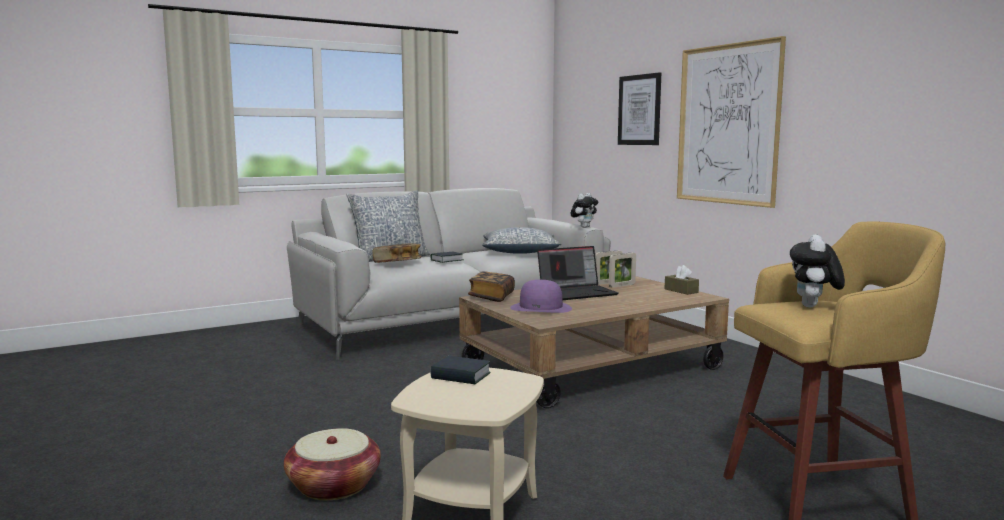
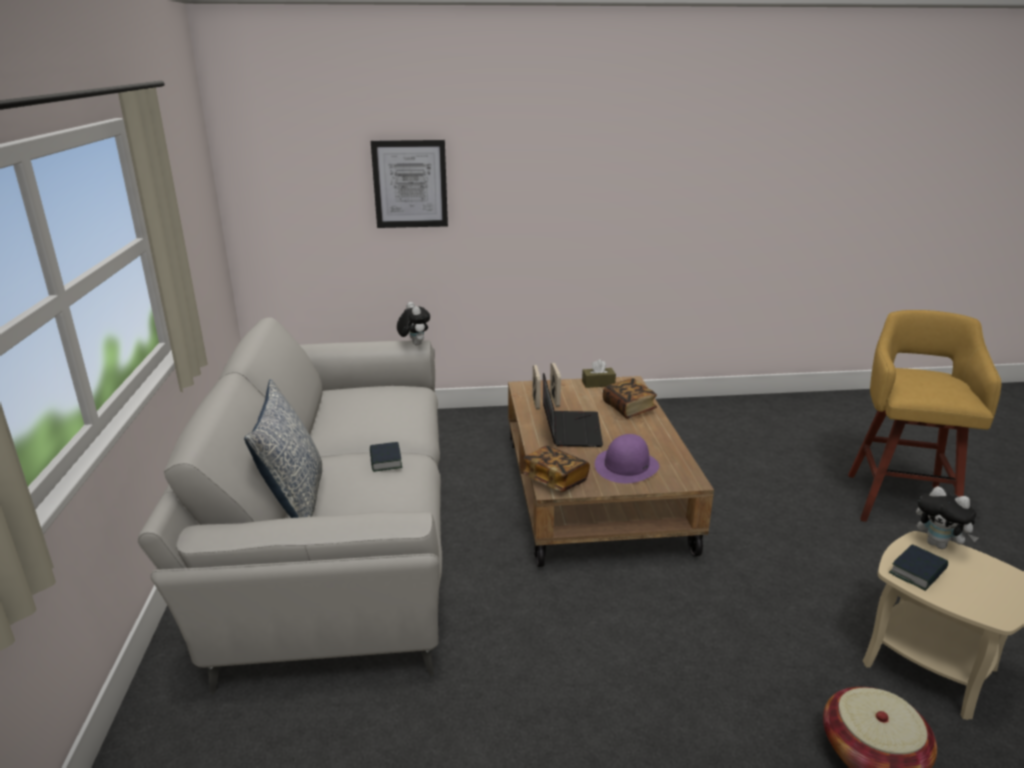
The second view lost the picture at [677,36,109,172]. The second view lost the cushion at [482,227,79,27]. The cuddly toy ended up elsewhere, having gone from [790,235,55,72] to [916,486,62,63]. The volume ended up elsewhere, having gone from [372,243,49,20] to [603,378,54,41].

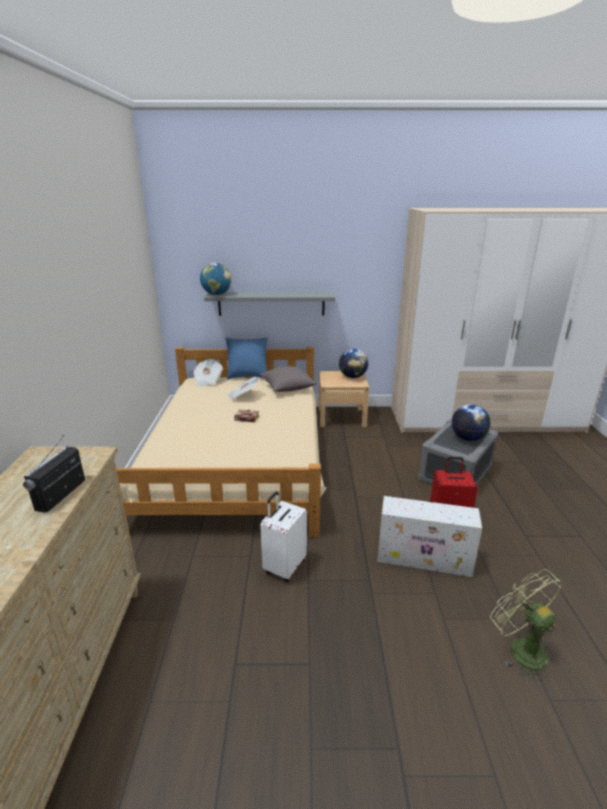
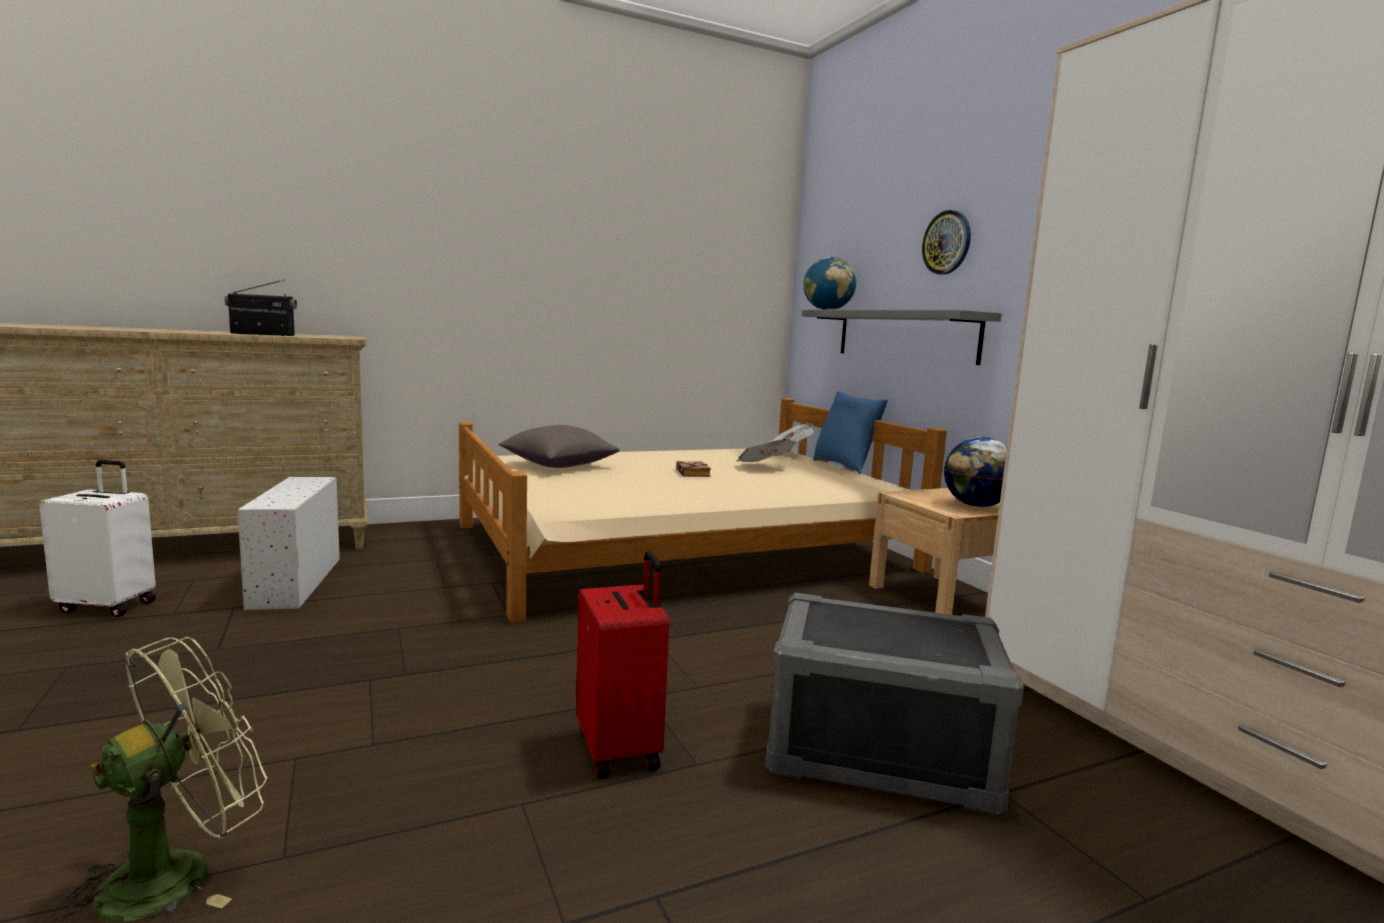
The grey cushion ended up elsewhere, having gone from [259,366,58,26] to [498,425,122,43]. The second view lost the world globe at [452,404,39,37]. The white piece of luggage ended up elsewhere, having gone from [260,491,47,91] to [39,460,117,157]. The white storage container ended up elsewhere, having gone from [377,496,105,81] to [238,477,102,133]. The second view gained the wall clock at [922,210,49,65].

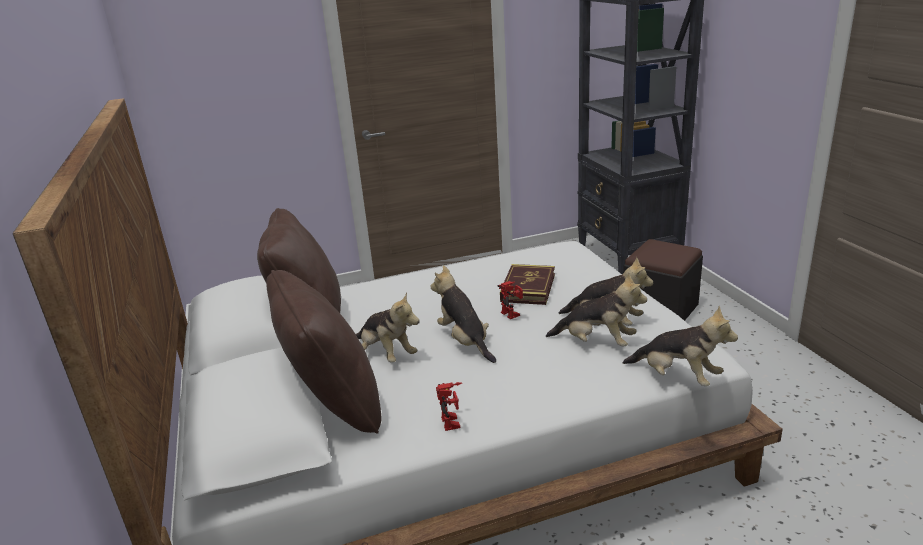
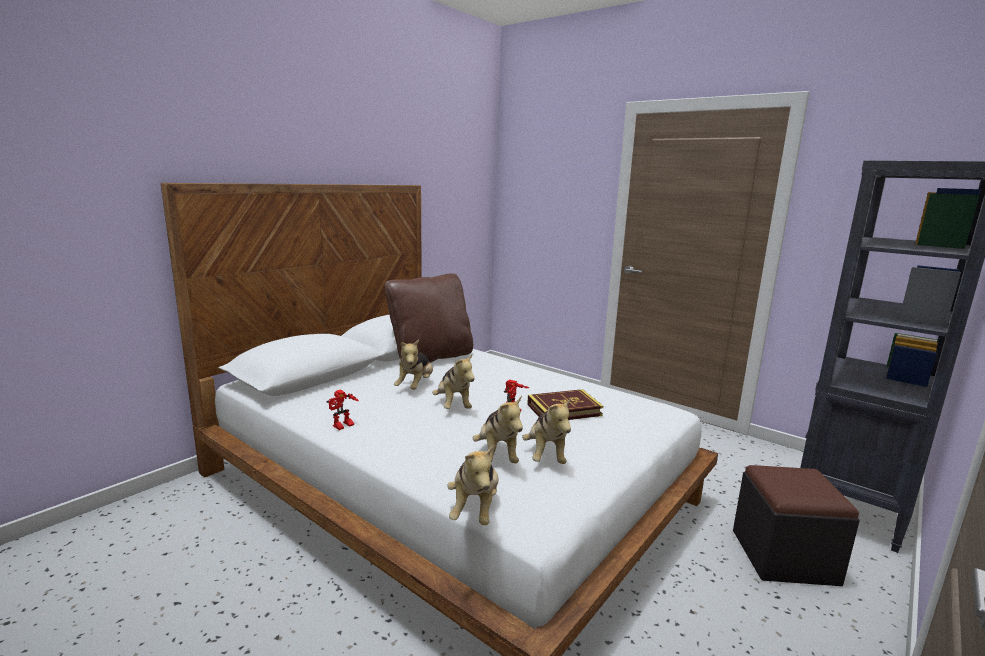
The cuddly toy at [430,265,66,98] ended up facing another way, 135 degrees clockwise from before. The second view lost the brownish cushion at [266,270,115,164].

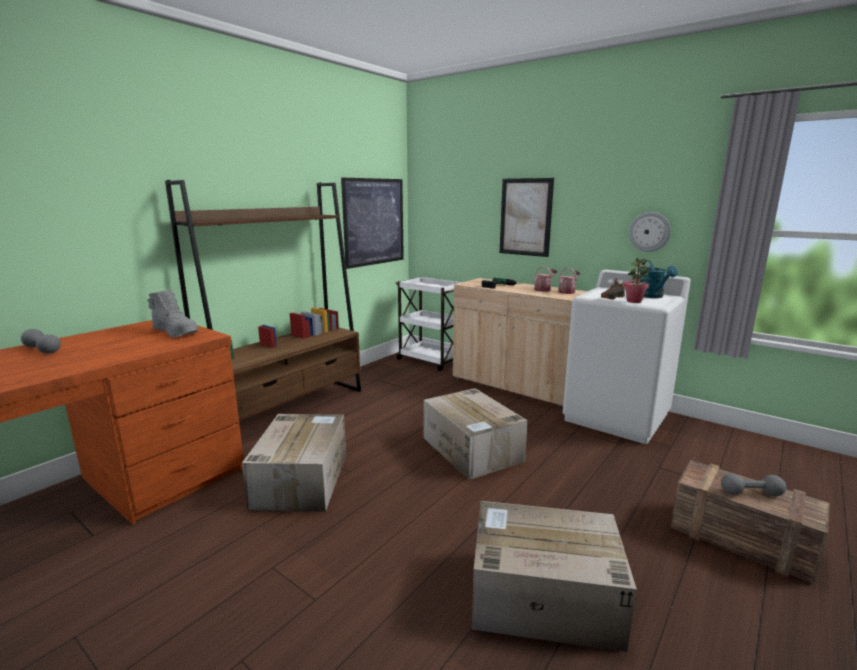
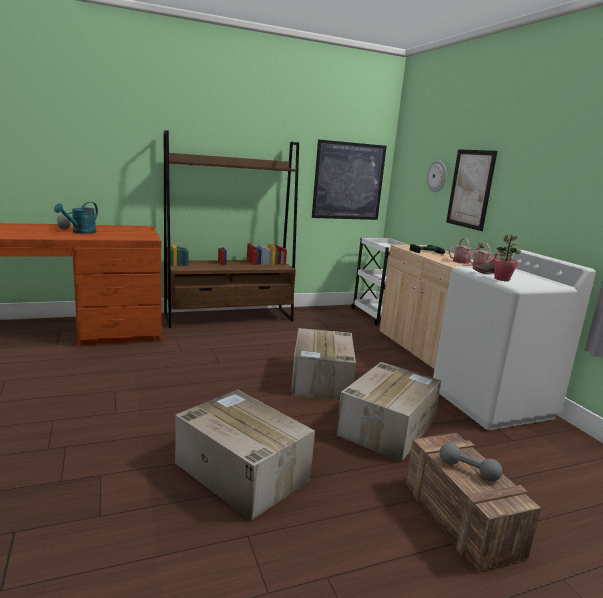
The wall clock ended up elsewhere, having gone from [629,212,42,40] to [427,160,19,32]. The turquoise-coloured sprinkling can ended up elsewhere, having gone from [639,260,39,38] to [54,202,44,32]. The second view lost the grey tall boot at [147,289,51,49]. The carton ended up elsewhere, having gone from [242,414,104,98] to [336,362,105,100].

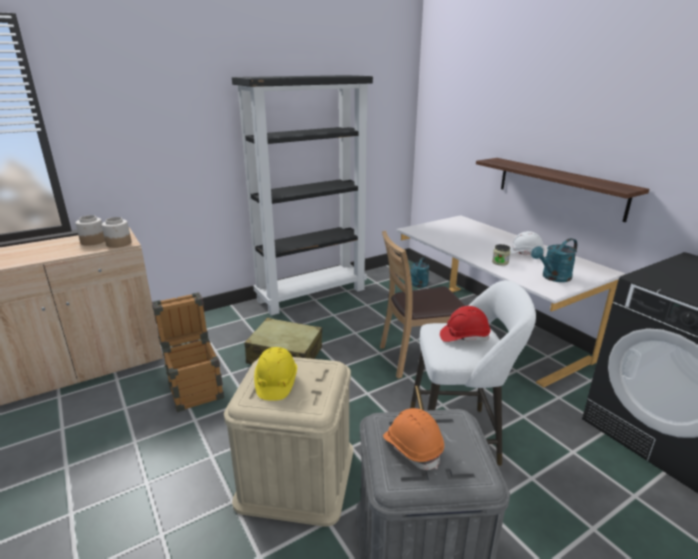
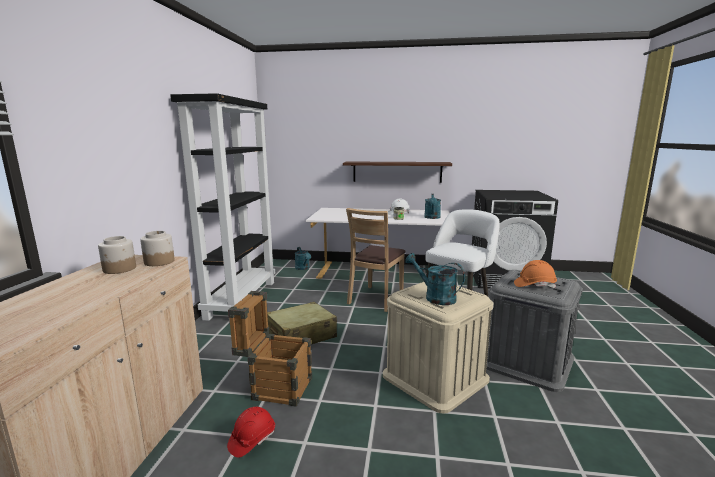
The red hard hat ended up elsewhere, having gone from [440,306,51,36] to [227,406,48,52]. Where the yellow-coloured hard hat stood at [254,347,43,54], the turquoise-coloured sprinkling can came to stand at [405,253,60,52].

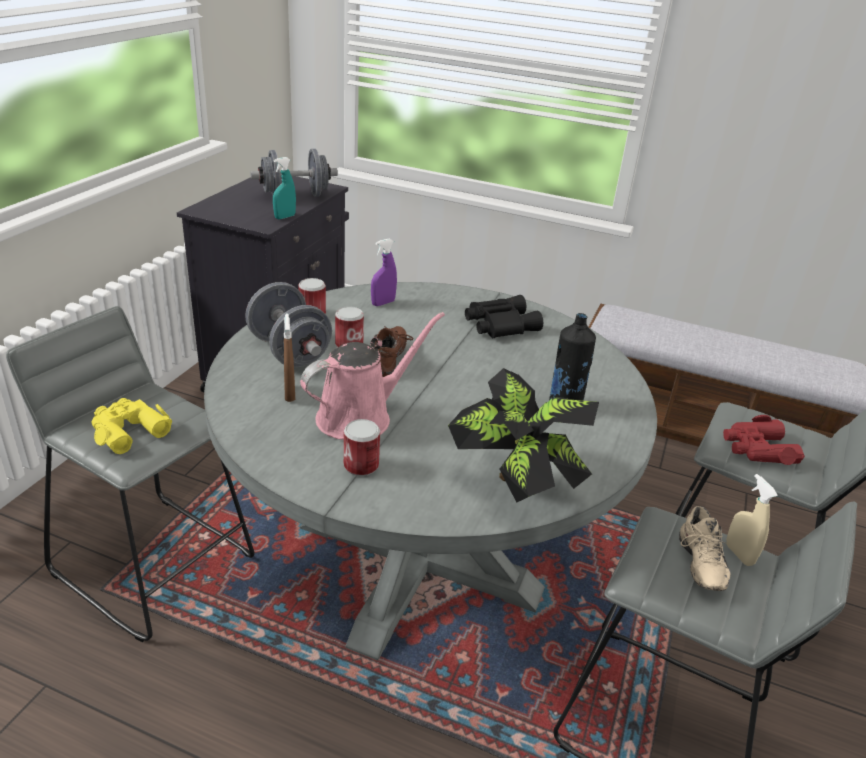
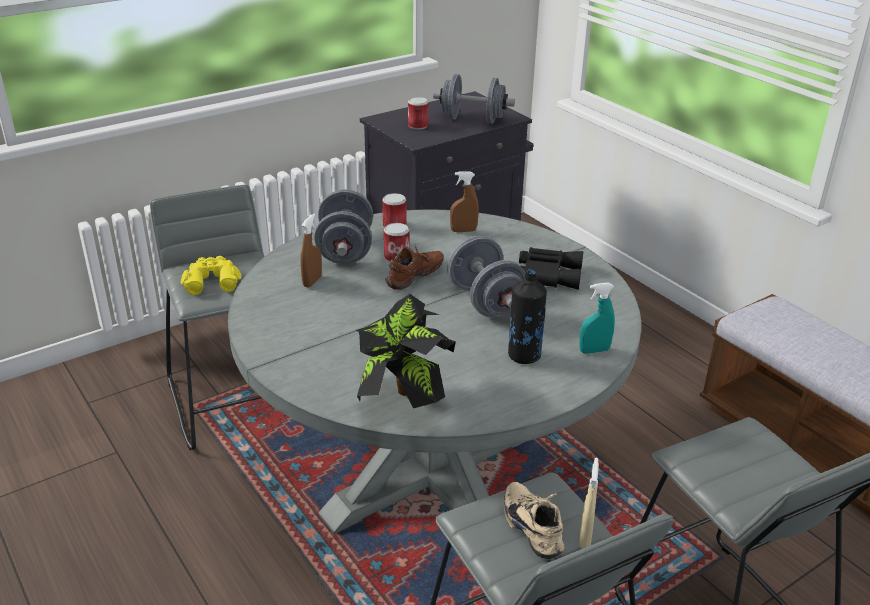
The turquoise-coloured spray bottle ended up elsewhere, having gone from [273,157,23,62] to [579,282,36,72]. What was the purple spray bottle at [371,239,26,67] turned into the brownish spray bottle at [450,171,29,61]. The second view lost the pink-coloured sprinkling can at [300,312,145,128]. The second view lost the red field glasses at [723,415,82,50]. The metal can ended up elsewhere, having gone from [344,419,36,57] to [408,97,20,33]. The beige low shoe at [679,506,52,85] ended up facing another way, 120 degrees clockwise from before. The second view gained the grey free weight at [447,236,79,81].

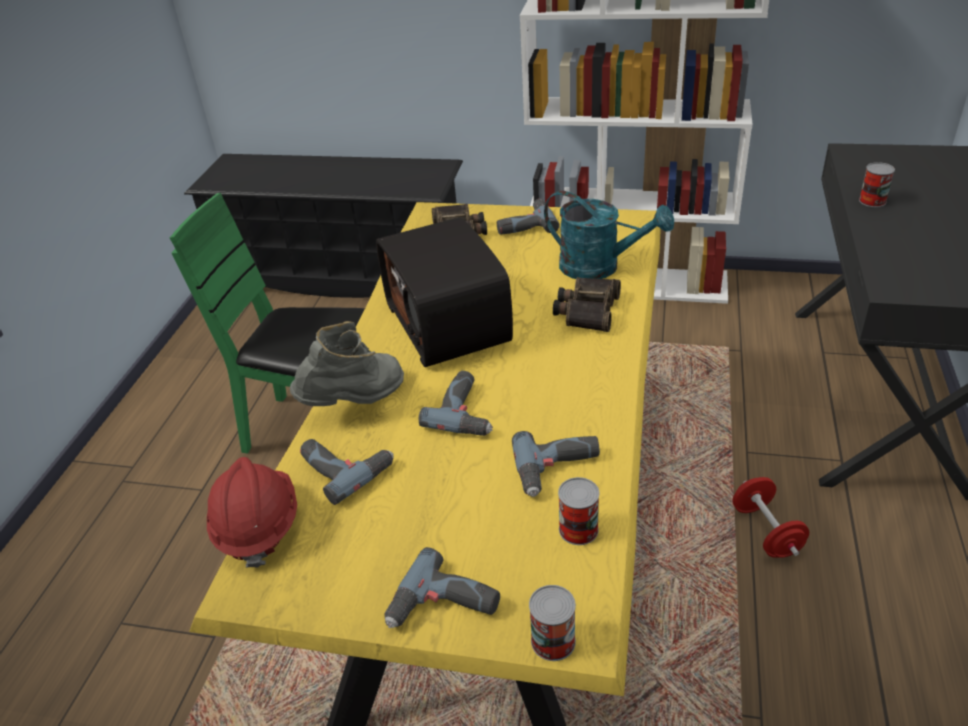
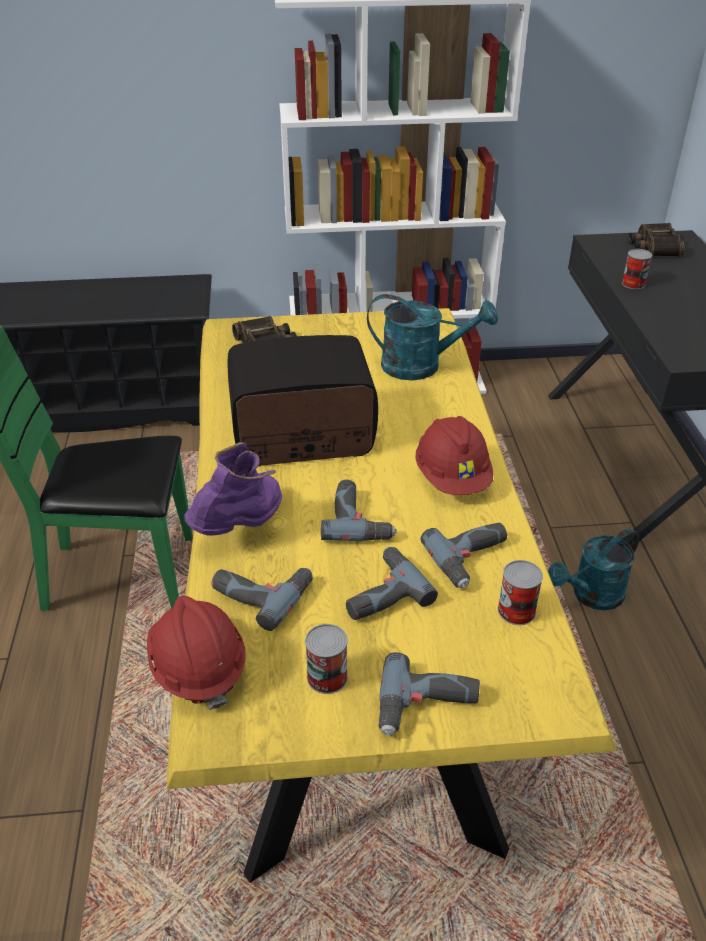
The electric drill ended up elsewhere, having gone from [497,199,63,36] to [346,547,92,73]. The radio set at [376,217,137,150] ended up facing another way, 120 degrees clockwise from before. The field glasses ended up elsewhere, having gone from [553,277,68,55] to [629,223,55,34]. What was the grey tall boot at [290,321,114,85] turned into the purple tall boot at [184,442,98,94]. Where the red free weight stood at [732,477,77,81], the turquoise-coloured sprinkling can came to stand at [548,528,91,82]. The metal can ended up elsewhere, having gone from [529,585,47,76] to [305,624,43,70]. The second view gained the red hard hat at [415,416,78,79].

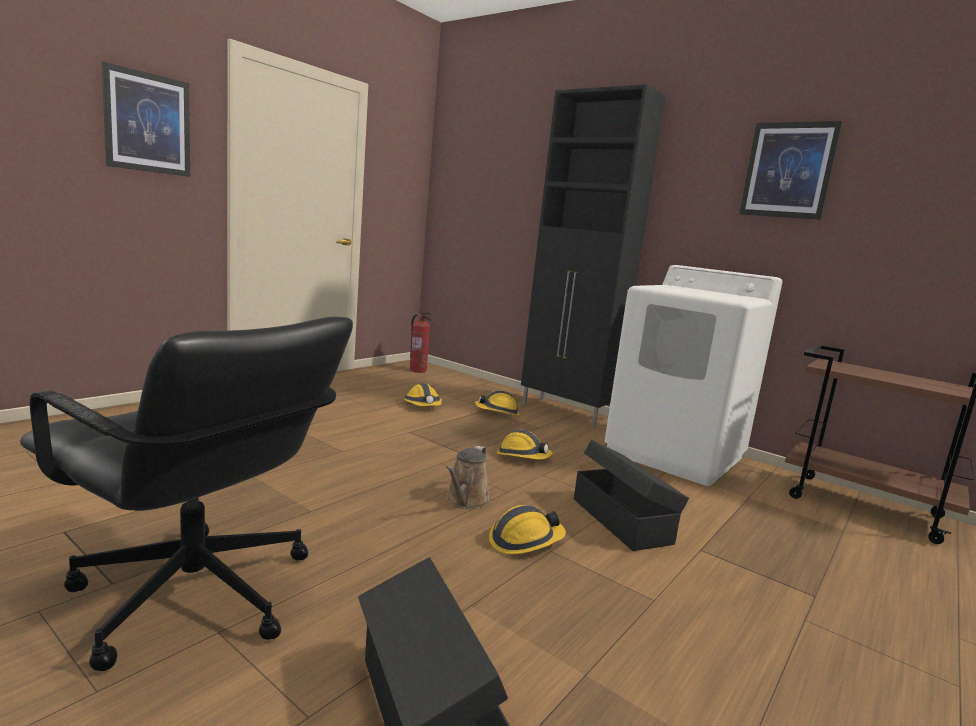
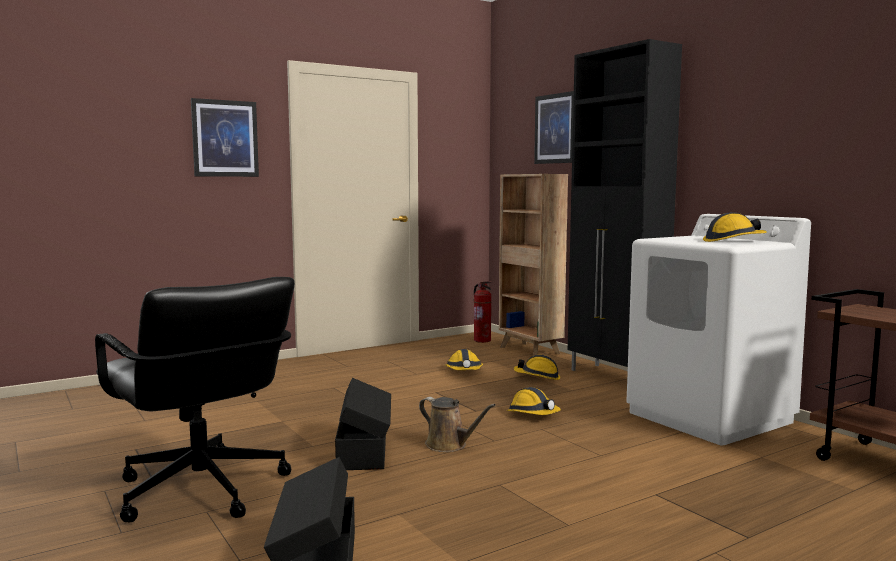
The picture ended up elsewhere, having gone from [739,121,104,99] to [534,91,40,73]. The blackish storage container ended up elsewhere, having gone from [574,440,115,111] to [335,378,56,92]. The brownish sprinkling can at [446,446,45,63] ended up facing another way, 90 degrees counterclockwise from before. The hard hat ended up elsewhere, having gone from [489,505,77,49] to [703,212,64,30]. The second view gained the brownish bookshelf at [499,174,69,182].

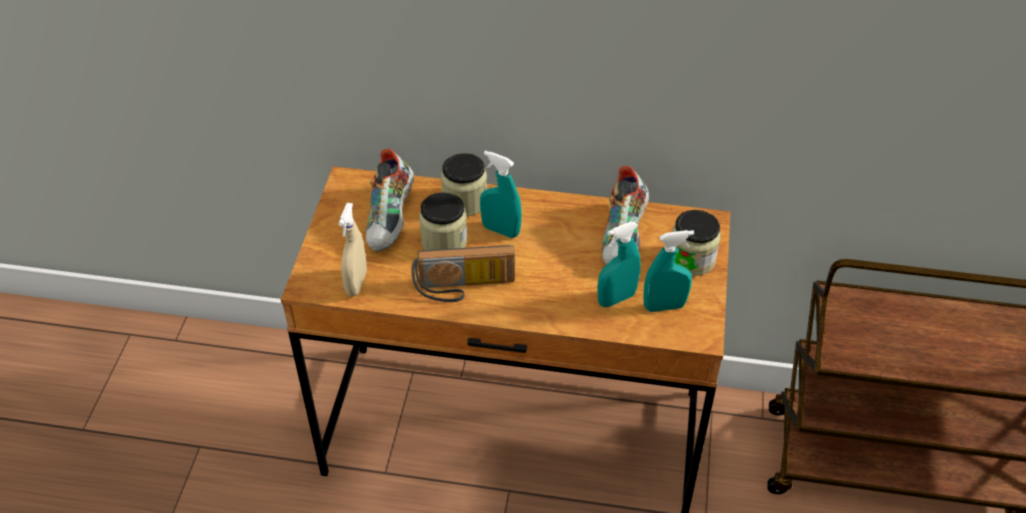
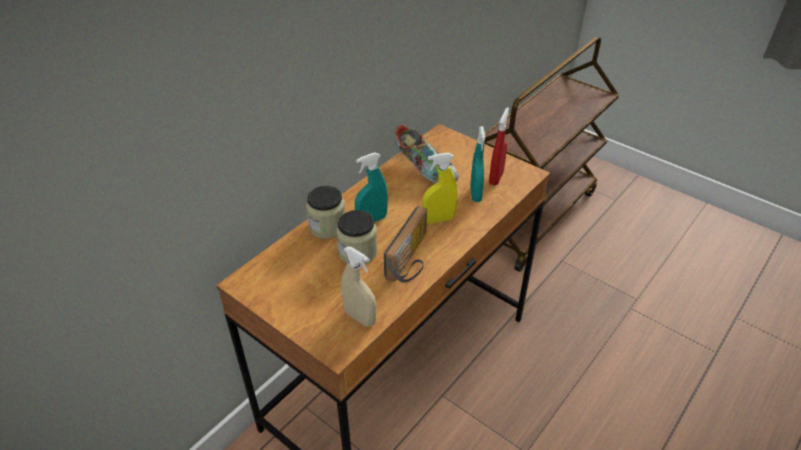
The second view lost the low shoe at [365,149,49,103]. The second view lost the jar at [672,210,49,66]. What was the turquoise-coloured spray bottle at [643,230,51,82] turned into the red spray bottle at [489,107,20,79]. The second view gained the yellow-coloured spray bottle at [422,153,36,71].

